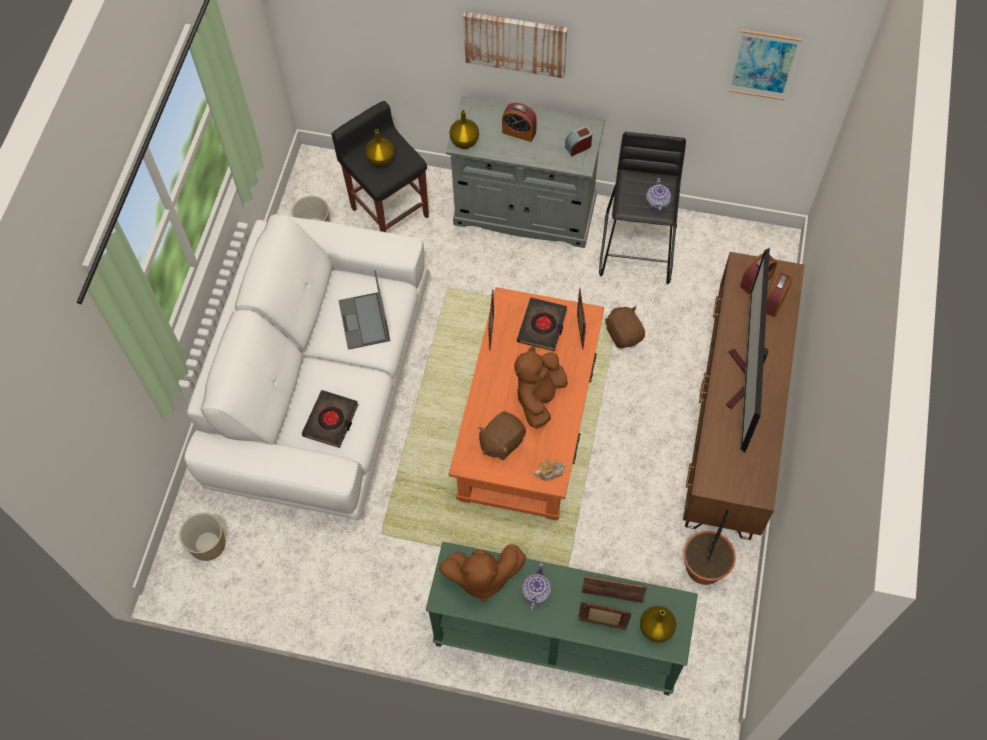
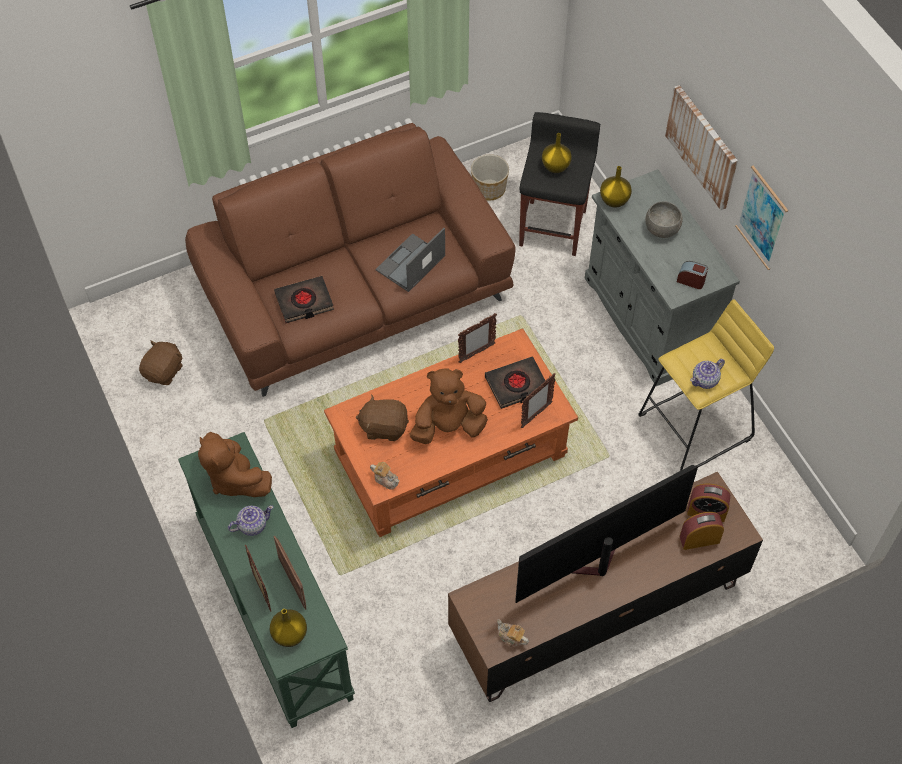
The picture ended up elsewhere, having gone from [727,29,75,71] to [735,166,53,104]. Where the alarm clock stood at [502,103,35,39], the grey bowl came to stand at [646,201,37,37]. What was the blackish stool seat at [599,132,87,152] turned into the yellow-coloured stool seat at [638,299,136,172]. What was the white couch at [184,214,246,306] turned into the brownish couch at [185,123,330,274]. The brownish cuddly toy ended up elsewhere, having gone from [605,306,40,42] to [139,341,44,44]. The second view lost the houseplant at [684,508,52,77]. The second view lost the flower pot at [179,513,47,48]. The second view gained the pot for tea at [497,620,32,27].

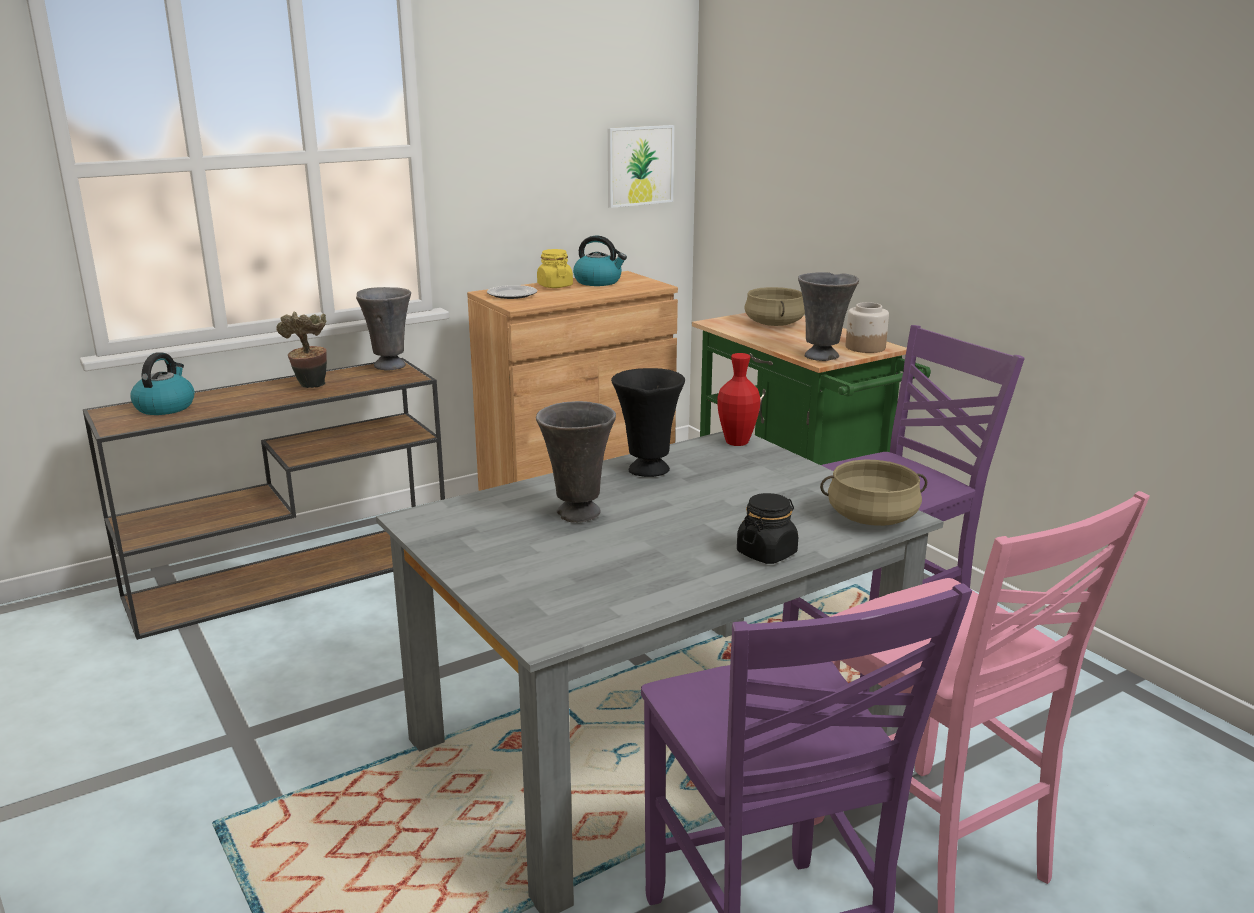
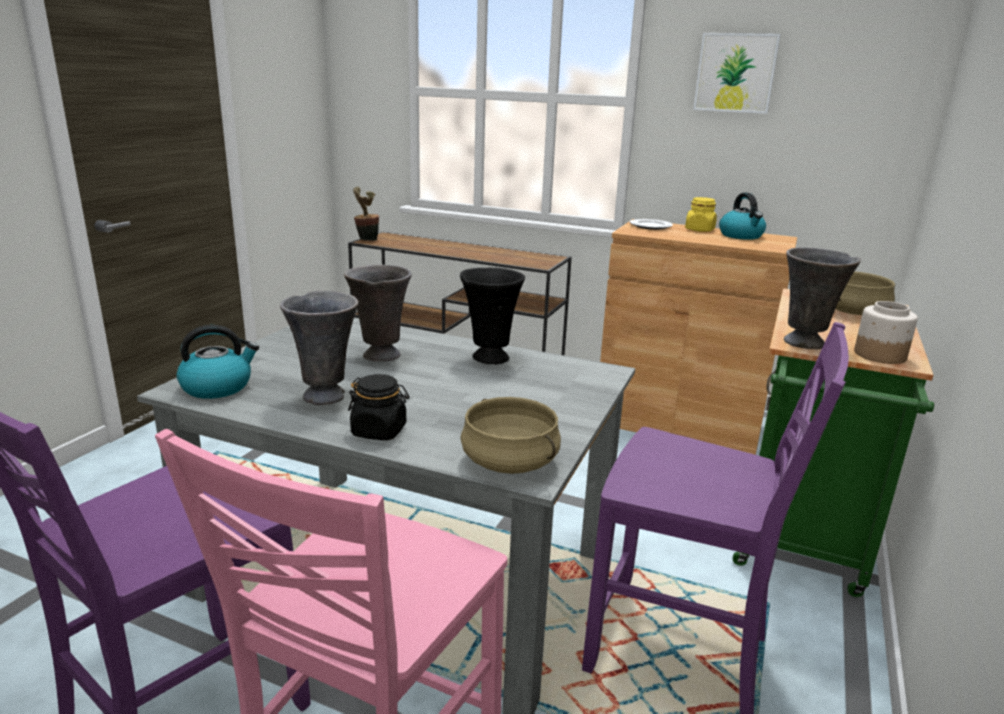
The picture ended up elsewhere, having gone from [608,125,66,83] to [693,33,88,81]. The grey vase ended up elsewhere, having gone from [356,287,55,83] to [280,291,79,114]. The houseplant ended up elsewhere, having gone from [276,312,51,76] to [353,187,26,54]. The water kettle ended up elsewhere, having gone from [130,352,65,63] to [177,325,82,74]. The second view lost the red vase at [717,353,44,93].

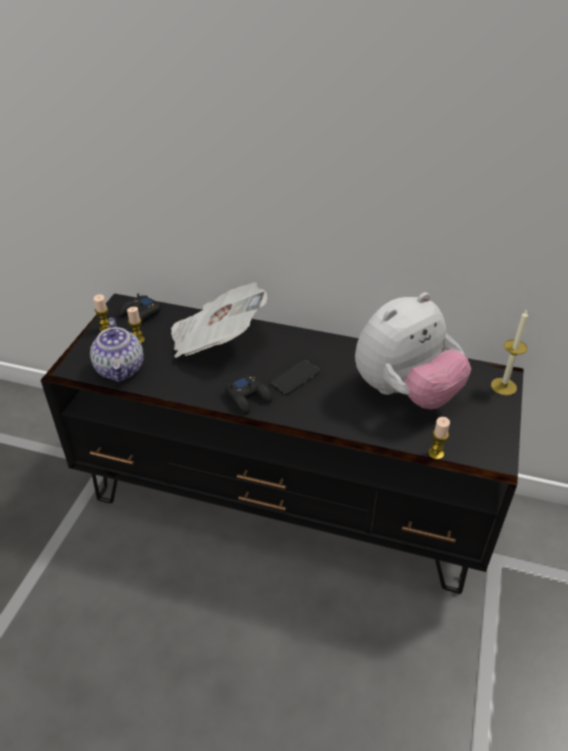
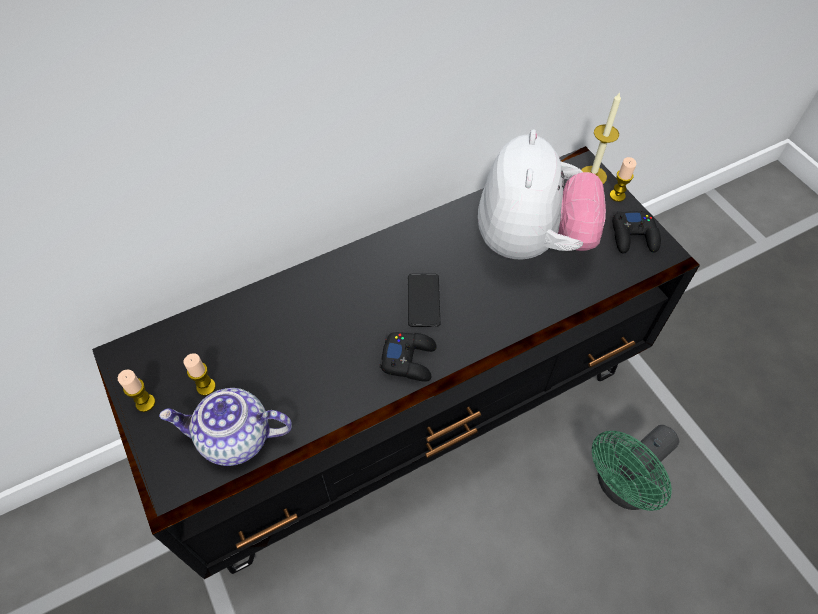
The second view lost the printed paper at [171,282,96,76]. The blackish gamepad ended up elsewhere, having gone from [118,294,43,30] to [612,210,49,44]. The pot for tea at [90,318,54,64] ended up facing another way, 150 degrees clockwise from before. The candle ended up elsewhere, having gone from [428,417,22,43] to [610,157,27,45]. The second view gained the greenish fan at [592,425,87,86].

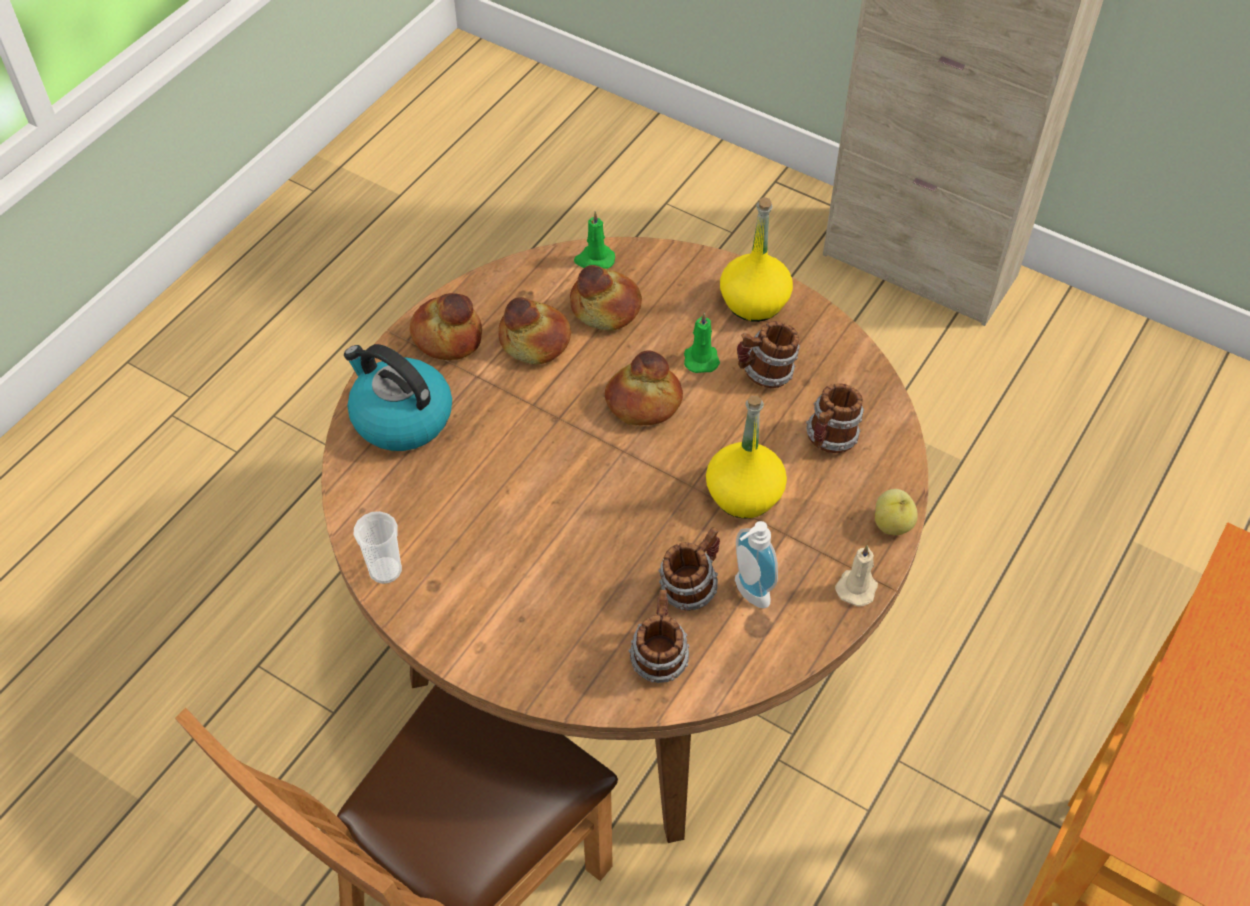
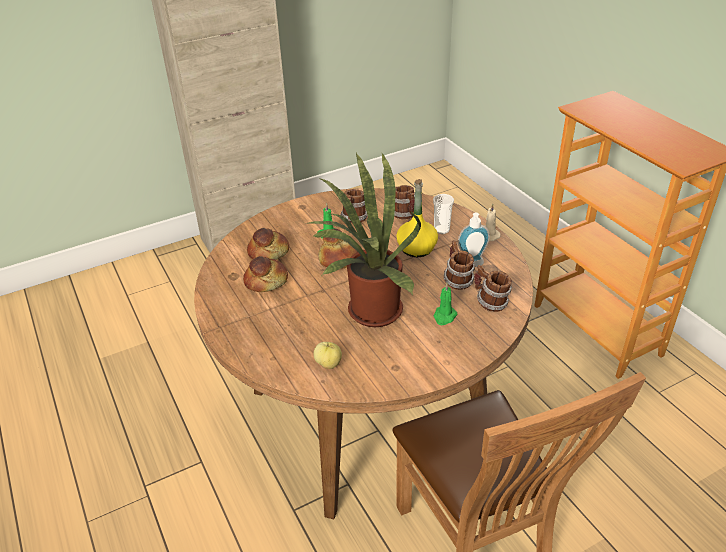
The second view lost the yellow-coloured drink bottle at [720,197,73,125]. The greenish candle ended up elsewhere, having gone from [574,211,41,58] to [433,282,25,43]. The second view lost the bakery bread at [410,293,72,67]. The second view lost the water kettle at [344,344,108,107]. The apple fruit ended up elsewhere, having gone from [875,489,43,46] to [314,342,28,27]. The cup ended up elsewhere, having gone from [354,511,48,73] to [433,194,21,40]. The second view gained the houseplant at [309,152,112,175].

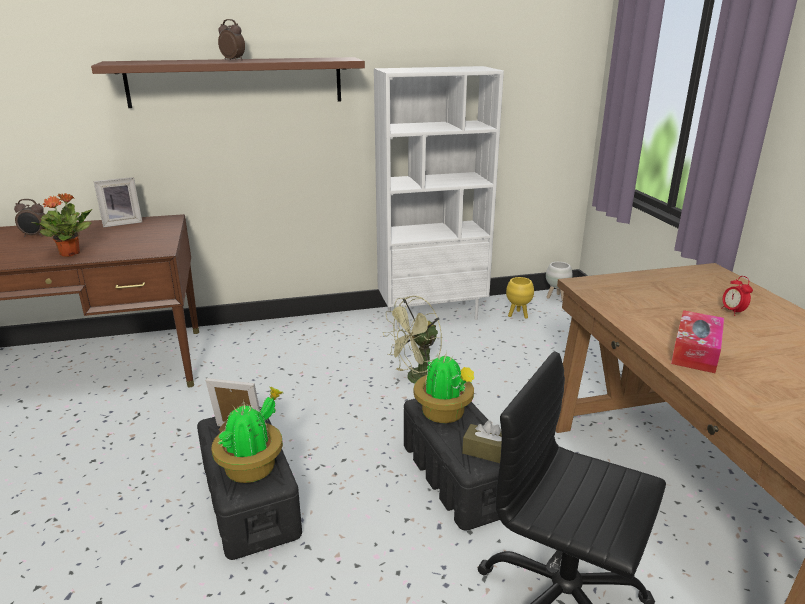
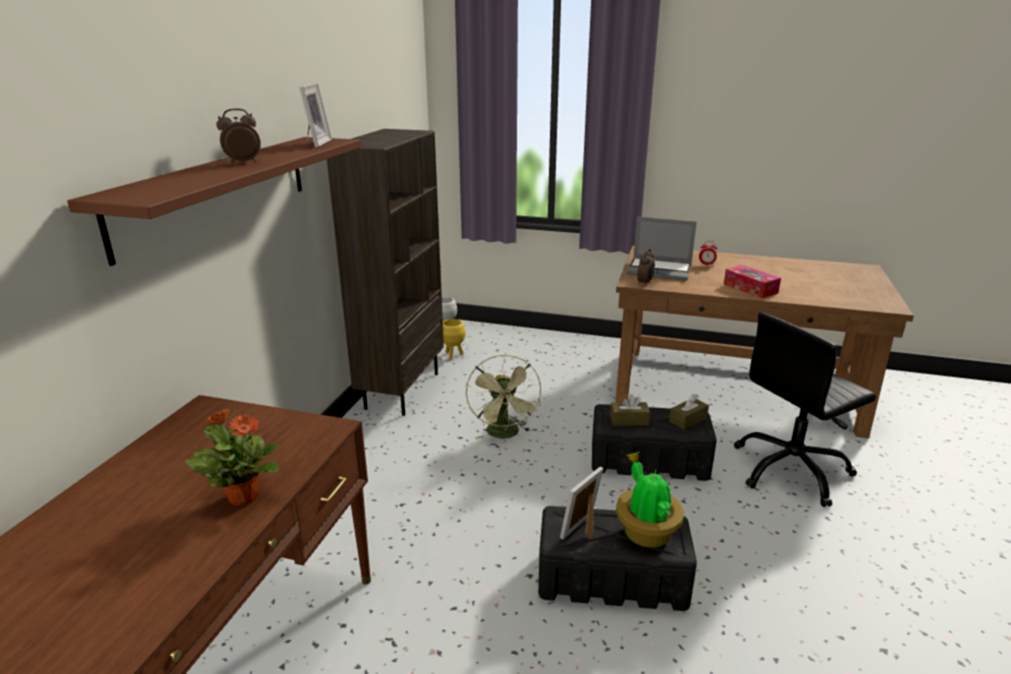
What was the white bookshelf at [374,66,130,263] turned into the brownish bookshelf at [327,129,117,287]. The photo frame ended up elsewhere, having gone from [93,177,49,51] to [299,83,33,65]. The alarm clock ended up elsewhere, having gone from [14,199,32,38] to [637,249,18,37]. Where the houseplant stood at [414,351,60,72], the brownish box of tissues came to stand at [610,395,40,31]. The second view gained the notebook computer at [626,217,71,64].

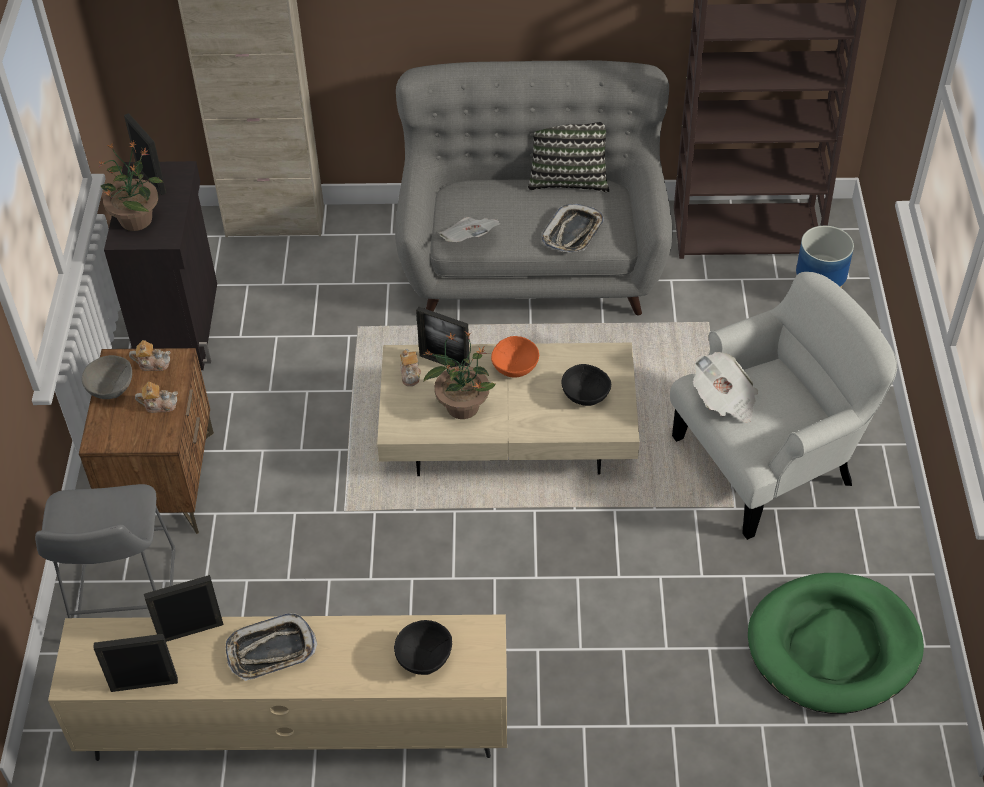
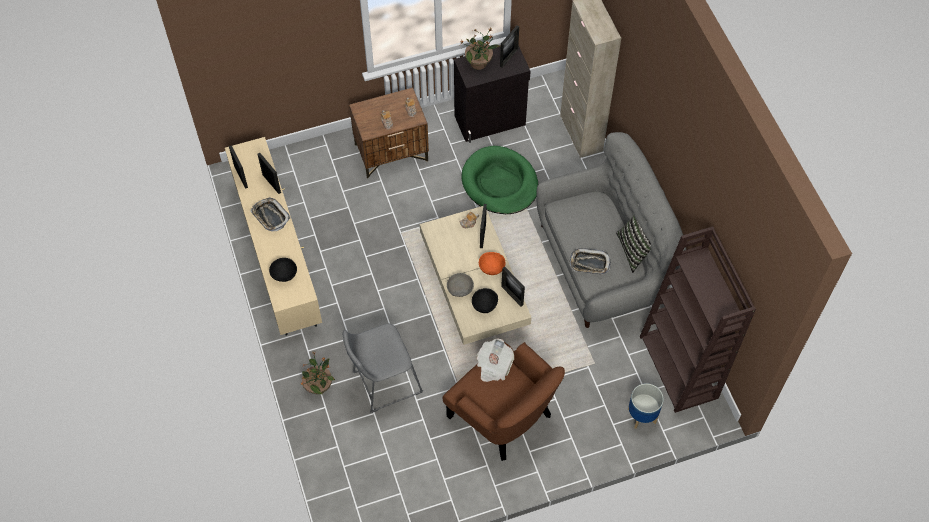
The second view lost the printed paper at [439,217,61,25]. What was the white lounge chair at [670,272,227,268] turned into the brownish lounge chair at [443,342,122,119]. The houseplant ended up elsewhere, having gone from [424,331,72,88] to [301,351,34,43]. The grey bowl ended up elsewhere, having gone from [82,355,50,44] to [447,273,27,24]. The grey stool seat ended up elsewhere, having gone from [35,484,140,134] to [343,324,80,89]. The greenish dog cushion ended up elsewhere, having gone from [748,573,176,141] to [461,146,77,68]. The second view gained the photo frame at [501,267,24,40].

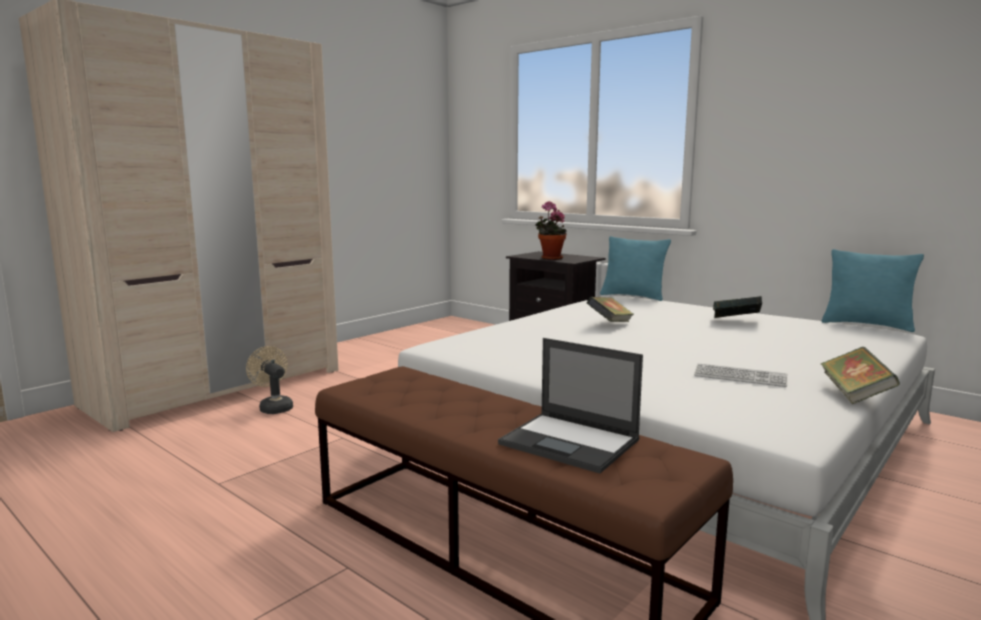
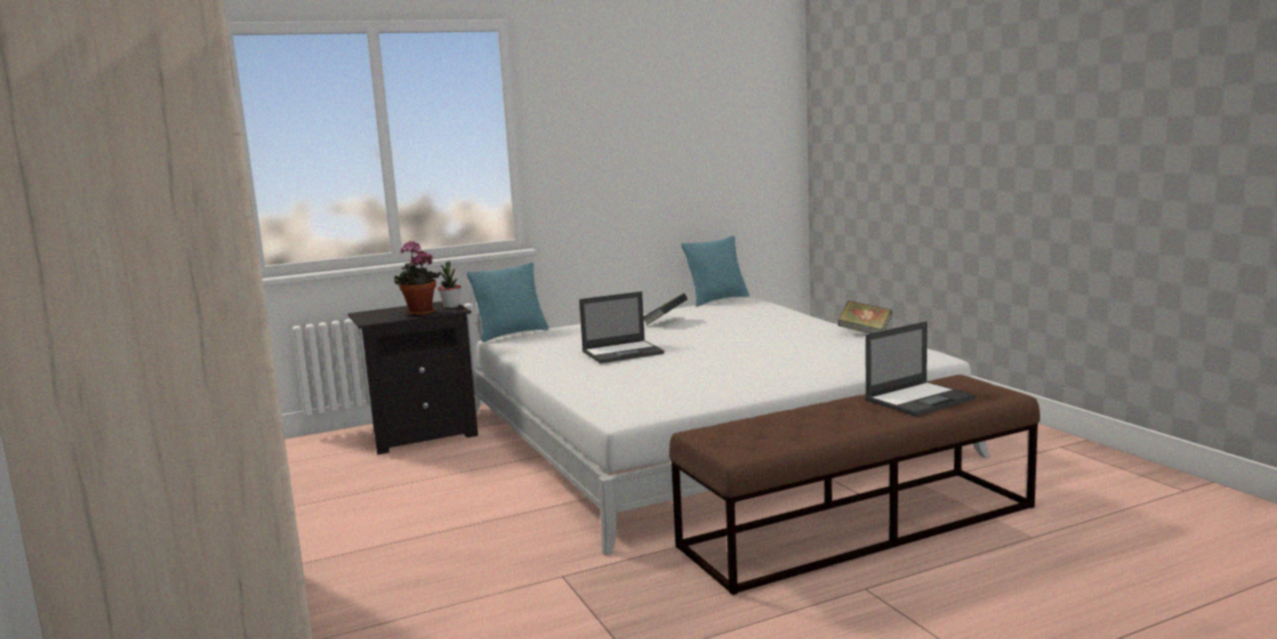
Where the volume stood at [587,297,47,25], the notebook computer came to stand at [579,291,85,72]. The second view lost the beige fan at [246,346,47,68]. The second view lost the computer keyboard at [694,363,93,24]. The second view gained the houseplant at [438,261,23,47].

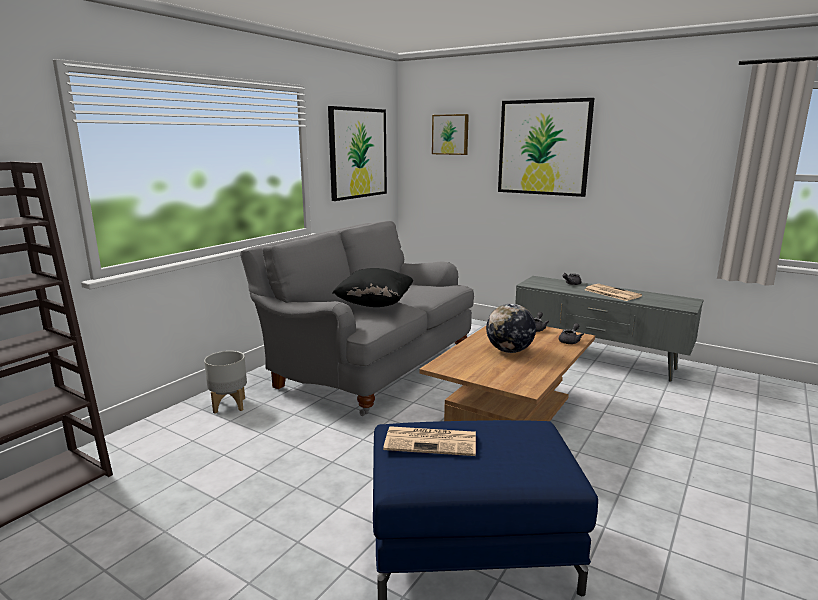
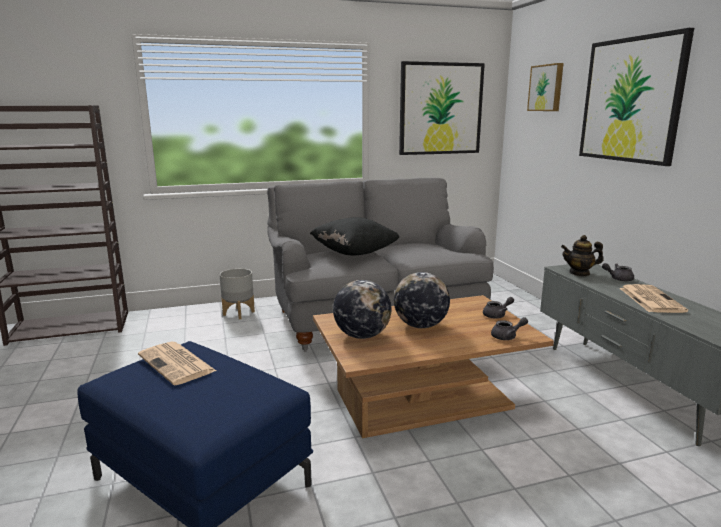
The second view gained the pot for tea at [561,235,43,41]. The second view gained the world globe at [333,280,58,59].

